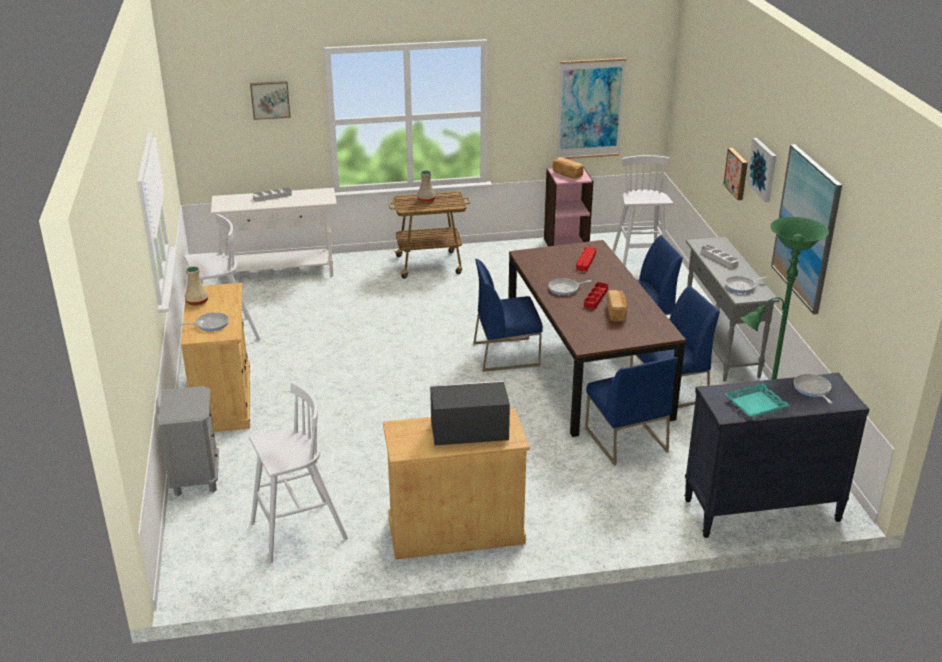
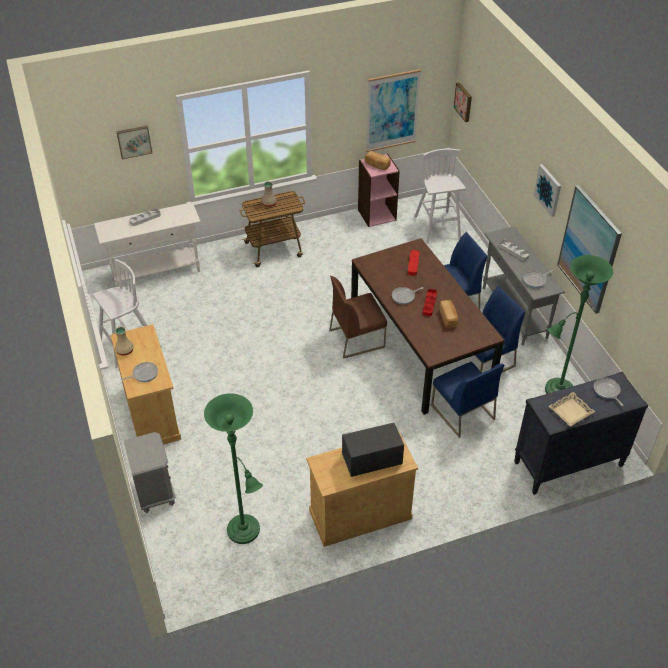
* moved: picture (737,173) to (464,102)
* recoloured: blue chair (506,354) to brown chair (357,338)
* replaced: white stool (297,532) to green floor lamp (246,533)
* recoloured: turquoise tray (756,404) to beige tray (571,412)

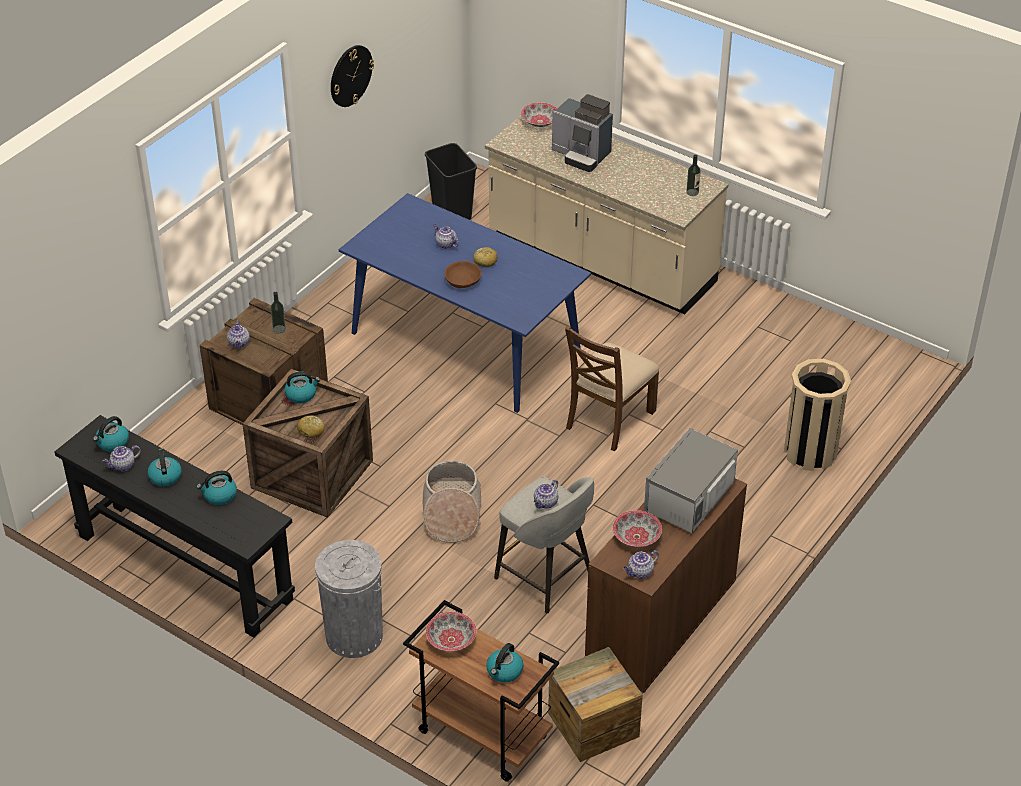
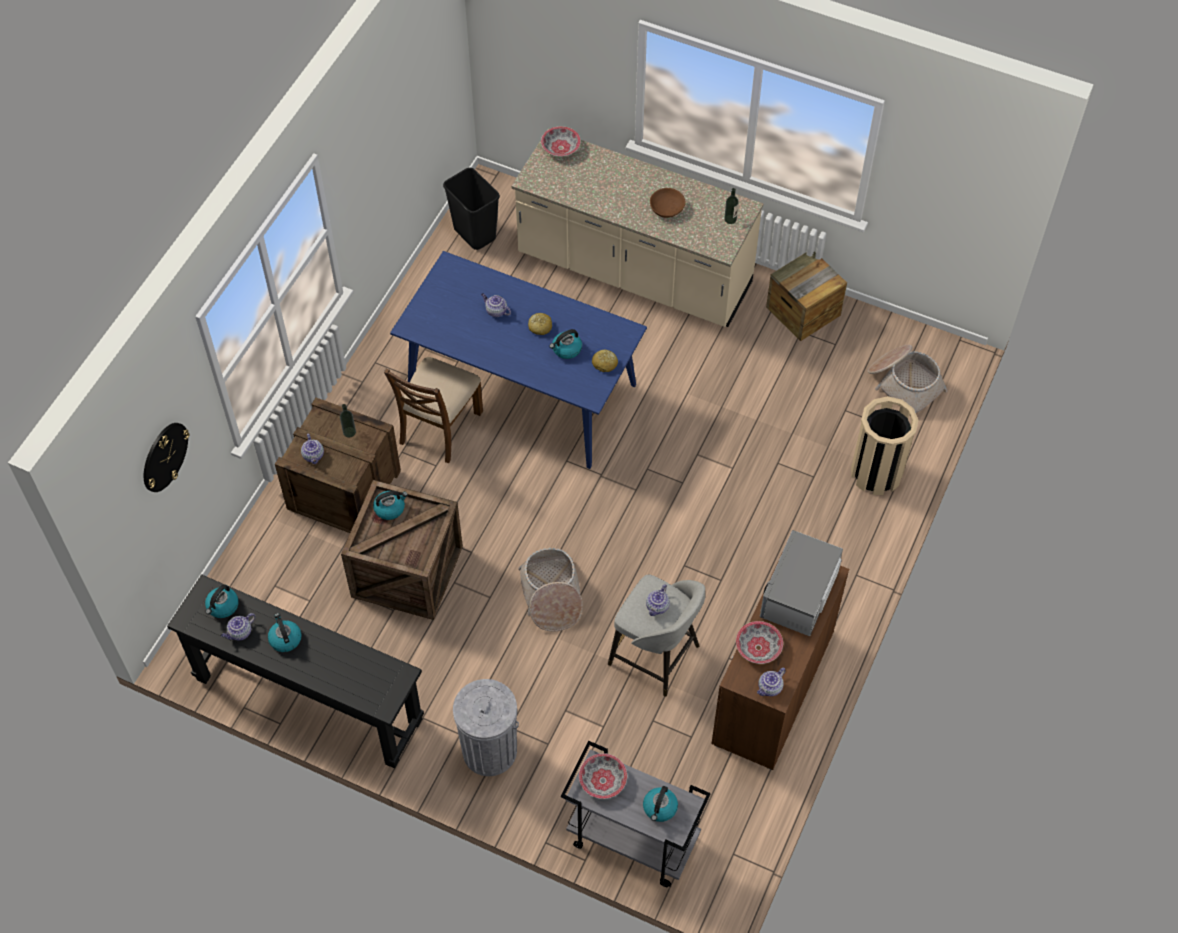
* moved: wall clock (350,75) to (164,456)
* removed: coffee machine (581,155)
* moved: brown bowl (463,281) to (667,208)
* moved: brown chair (609,419) to (439,427)
* moved: bread (311,430) to (605,364)
* moved: kettle (219,495) to (566,349)
* recoloured: brown cart (480,734) to grey cart (631,840)
* moved: crate (593,725) to (803,311)
* added: basket (904,384)

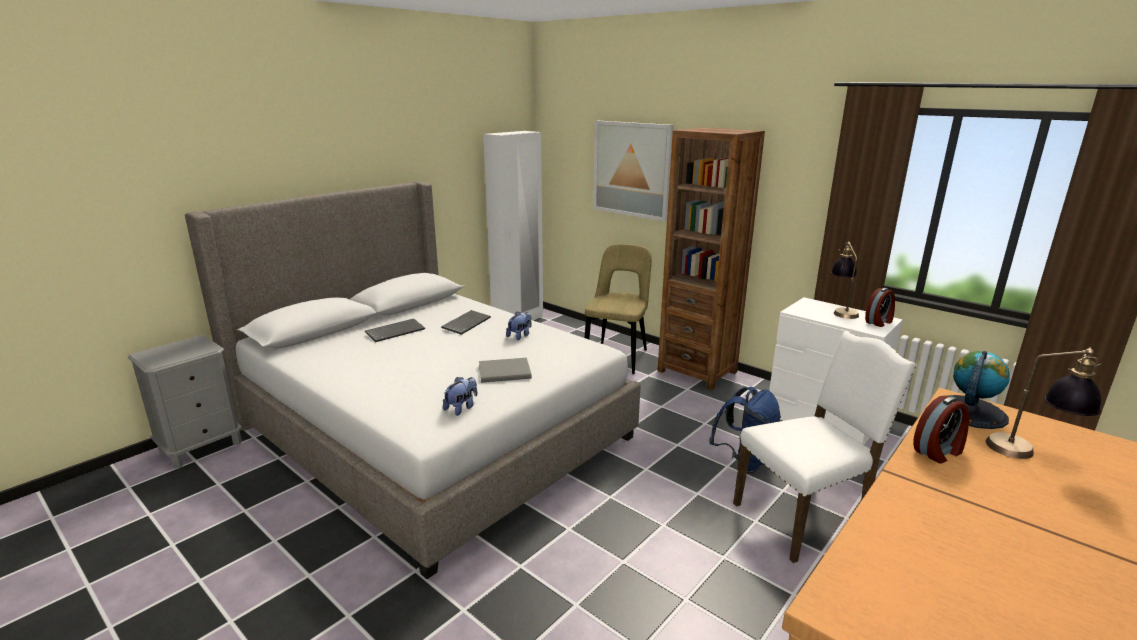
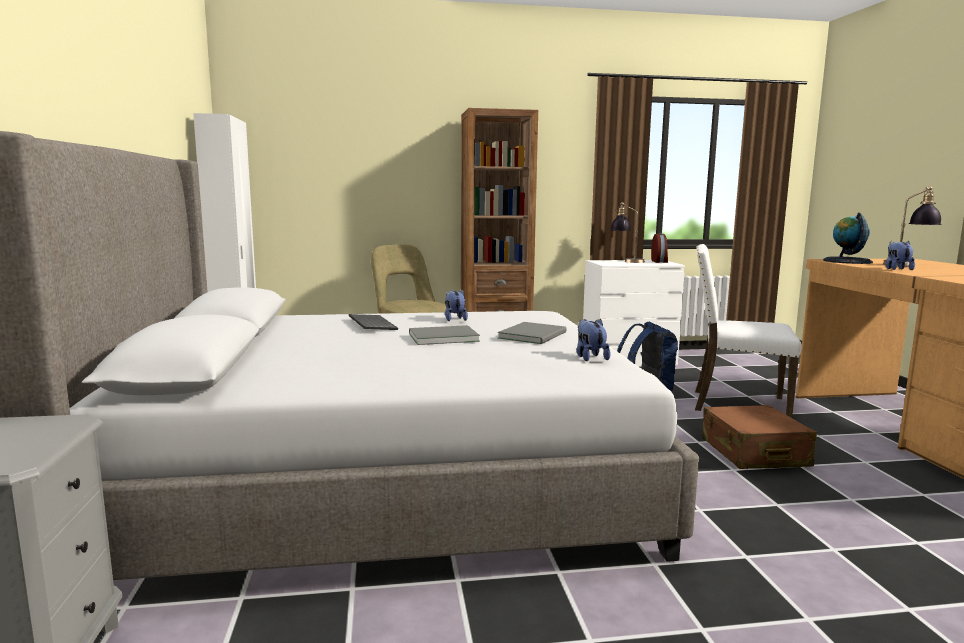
* removed: picture (632,169)
* removed: keyboard (395,331)
* turned: white chair (804,518) = (736,404) 90 degrees counterclockwise
* replaced: alarm clock (938,452) to plush toy (897,269)
* added: grey book (441,337)
* added: brown suitcase (754,453)

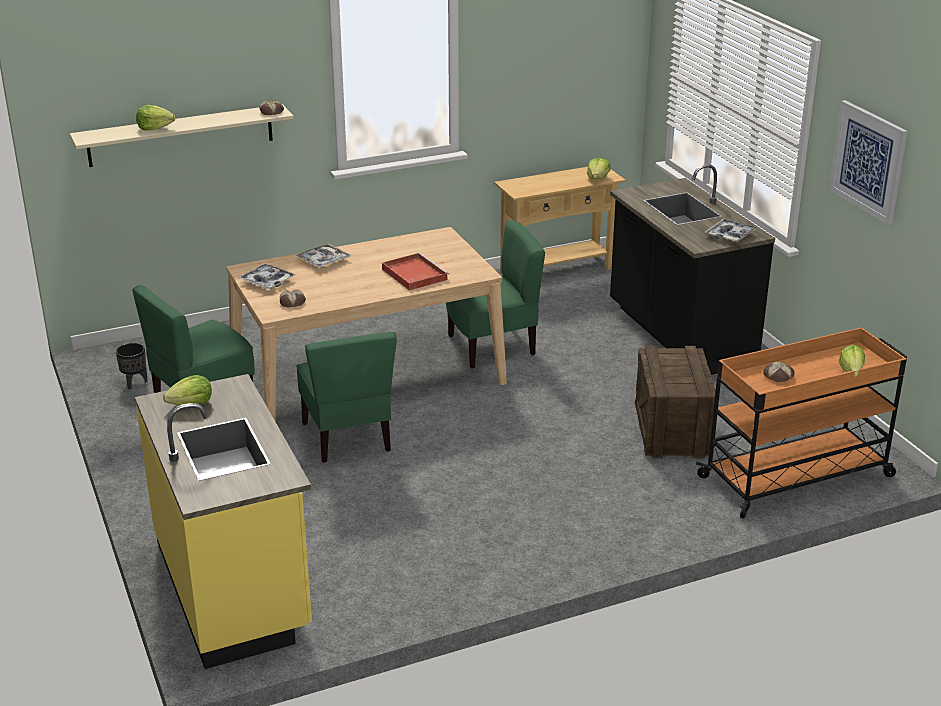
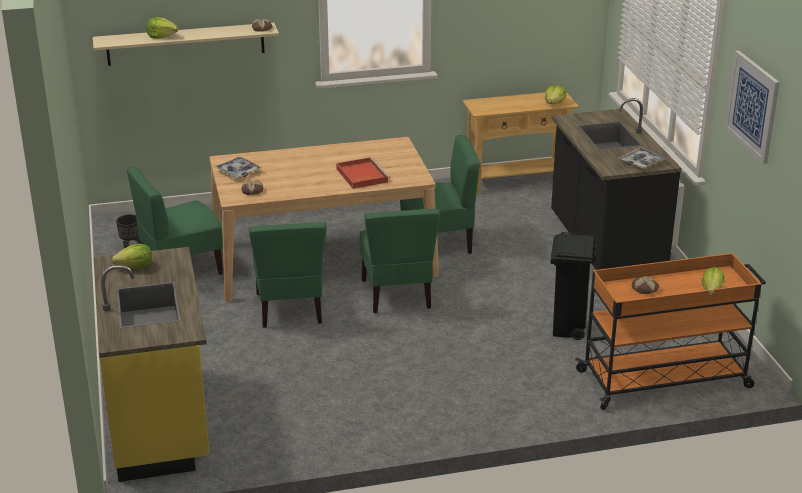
* removed: tray (323,260)
* replaced: crate (672,431) to black trash can (568,330)
* added: green chair (397,294)

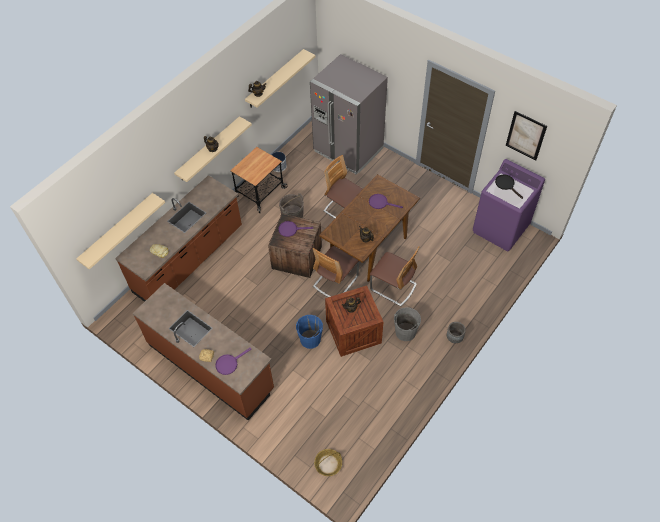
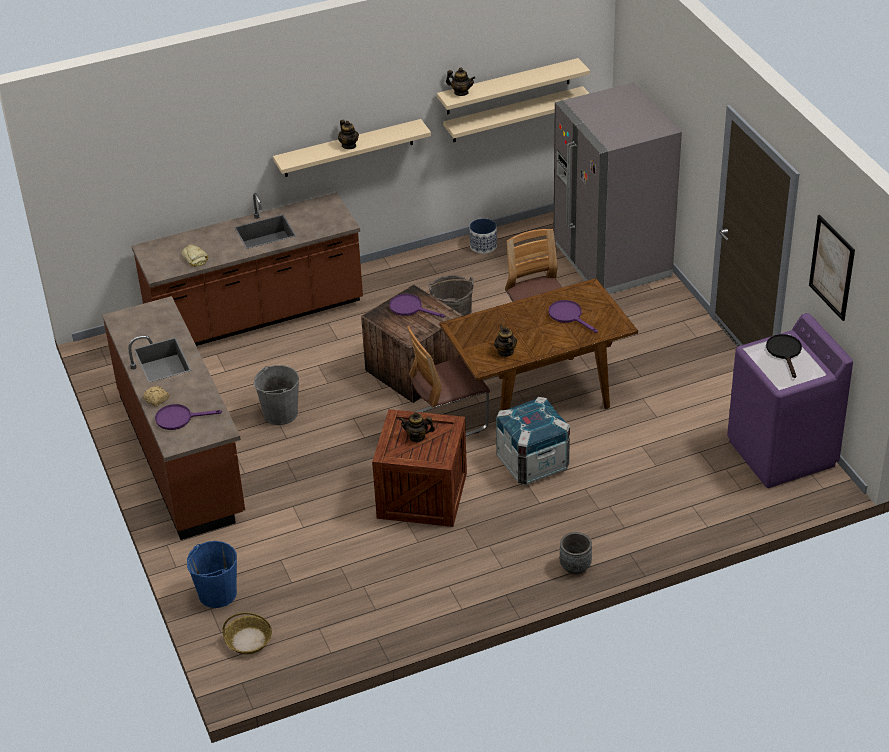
* removed: cart (259,192)
* moved: beige shelf (117,230) to (513,114)
* replaced: chair (393,287) to crate (532,463)
* moved: grey bucket (405,332) to (280,413)
* moved: blue bucket (310,339) to (217,593)

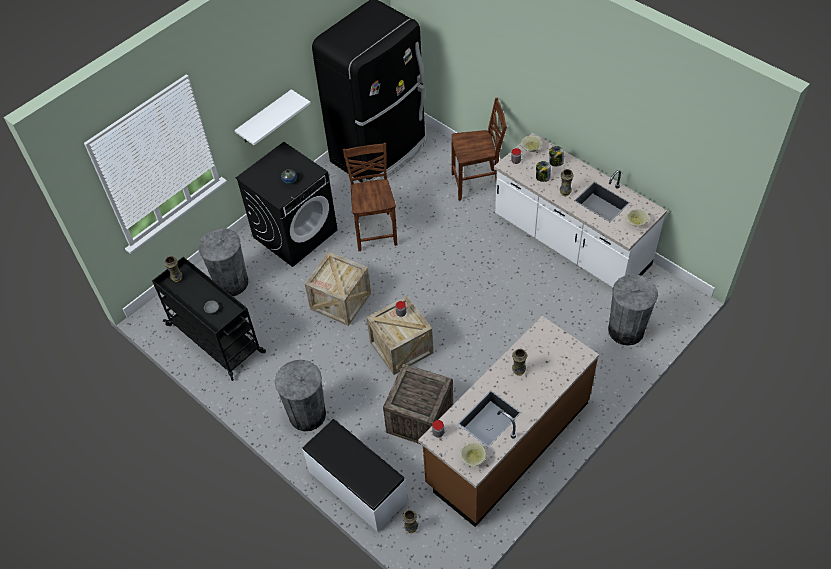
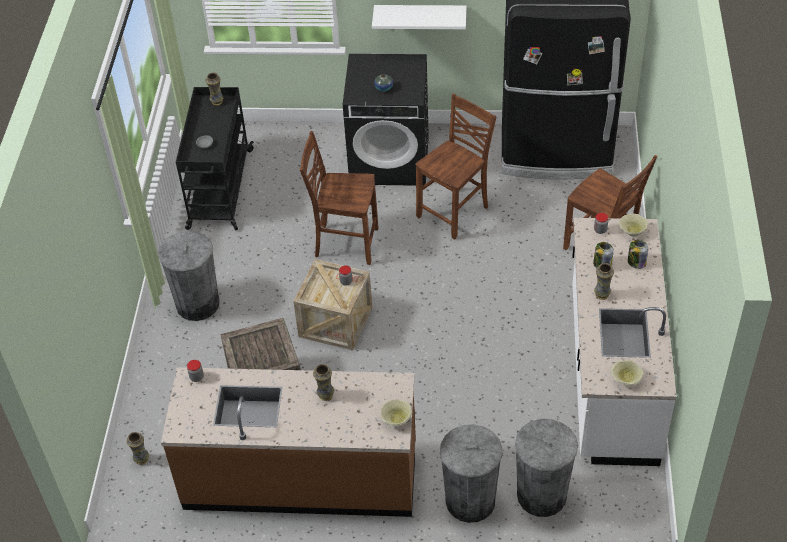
* moved: grey trash can (231,283) to (470,501)
* replaced: crate (340,301) to brown chair (345,243)
* removed: white bench (357,487)
* moved: beige bowl (473,458) to (396,419)

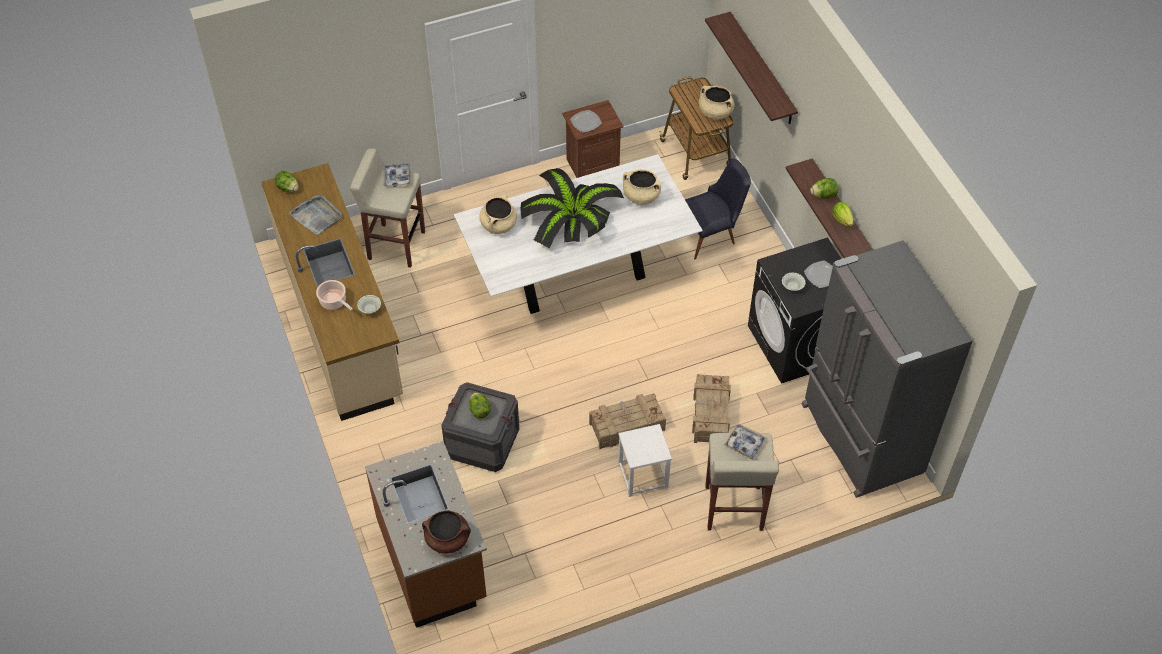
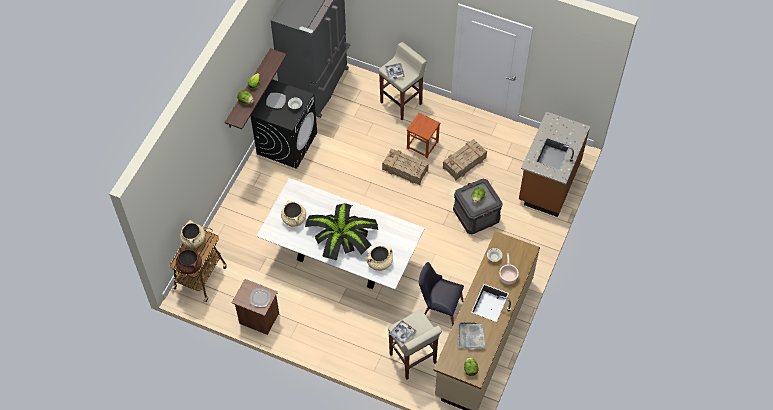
* removed: shelf (762,69)
* moved: black chair (711,235) to (439,307)
* moved: crate (710,415) to (465,163)
* recoloured: white stool (643,476) to brown stool (422,144)
* moved: brown cooking pot (448,539) to (189,266)

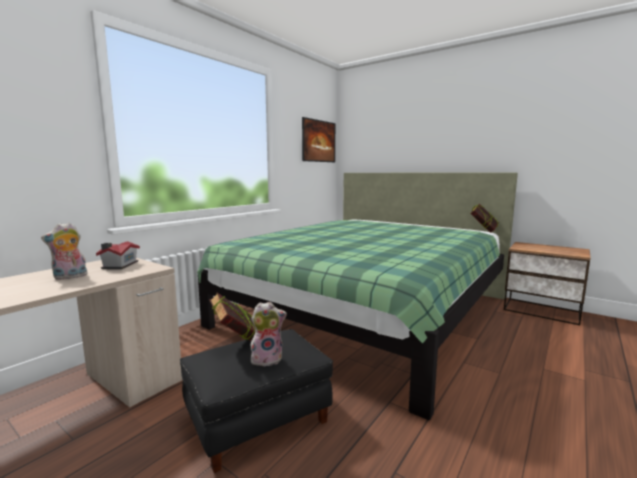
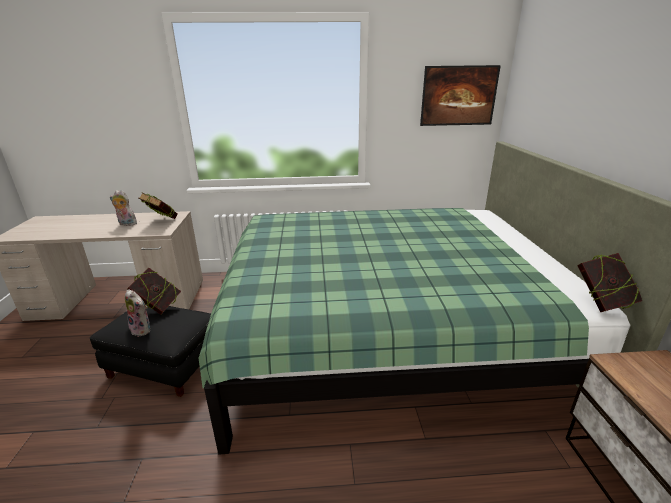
* replaced: toy house (118,265) to book (162,221)

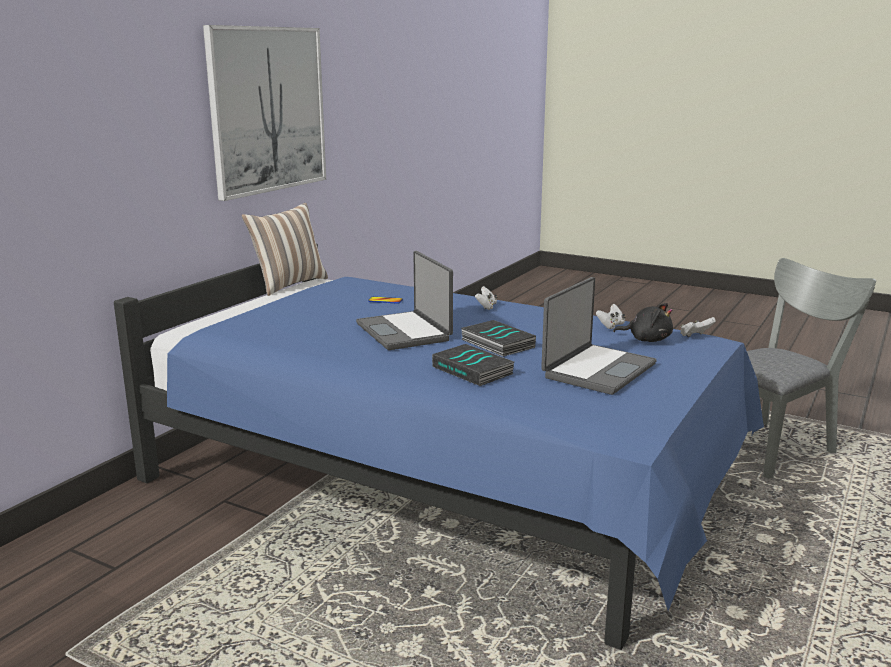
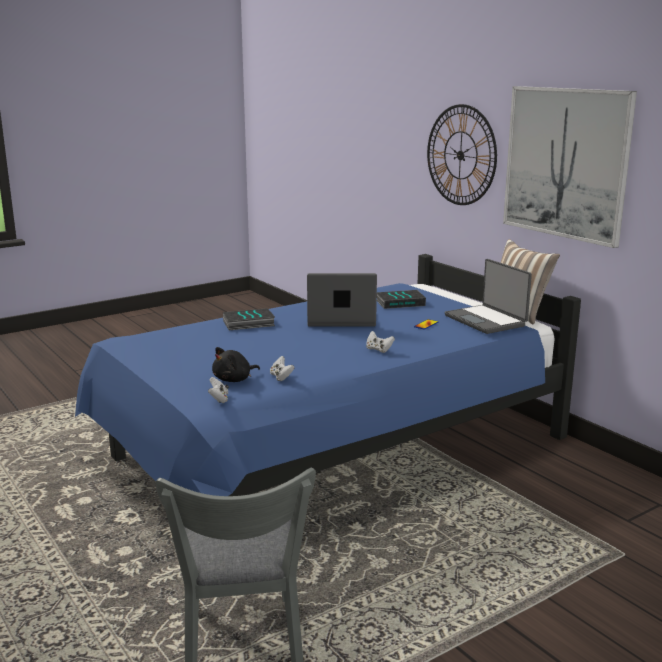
* moved: laptop (597,370) to (486,320)
* moved: book (496,343) to (400,303)
* added: wall clock (460,155)

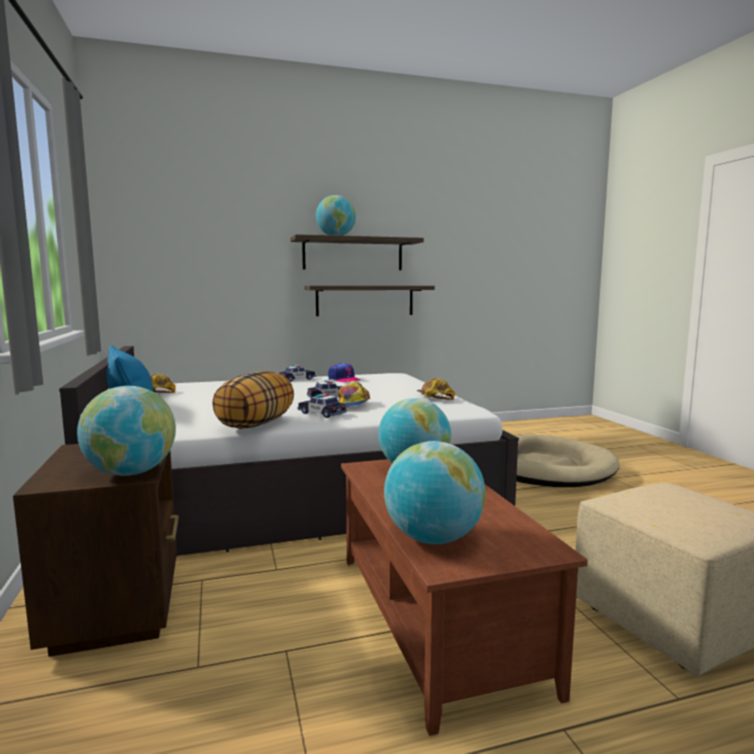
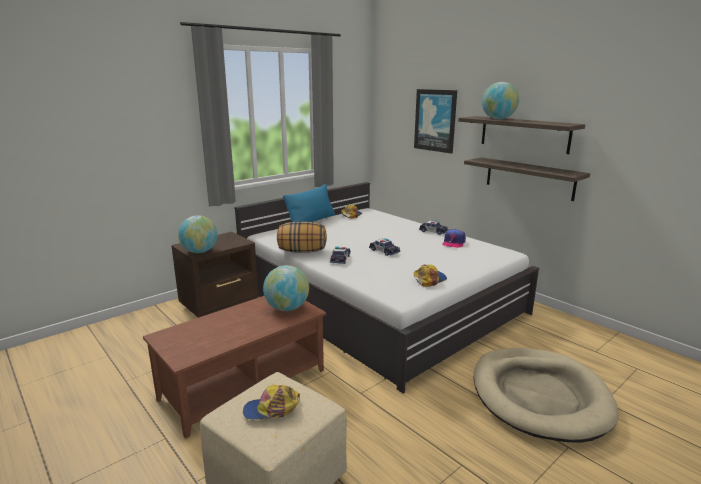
* moved: cap (351,404) to (271,409)
* removed: globe (433,539)
* added: picture (435,120)

